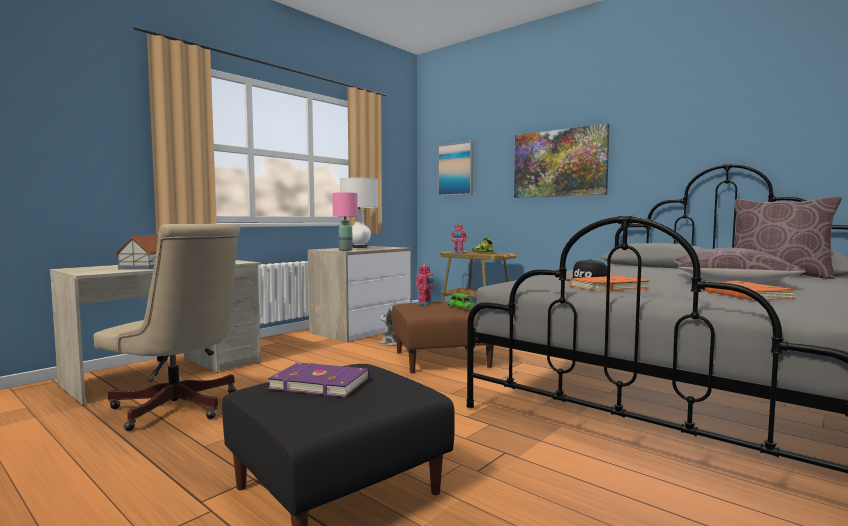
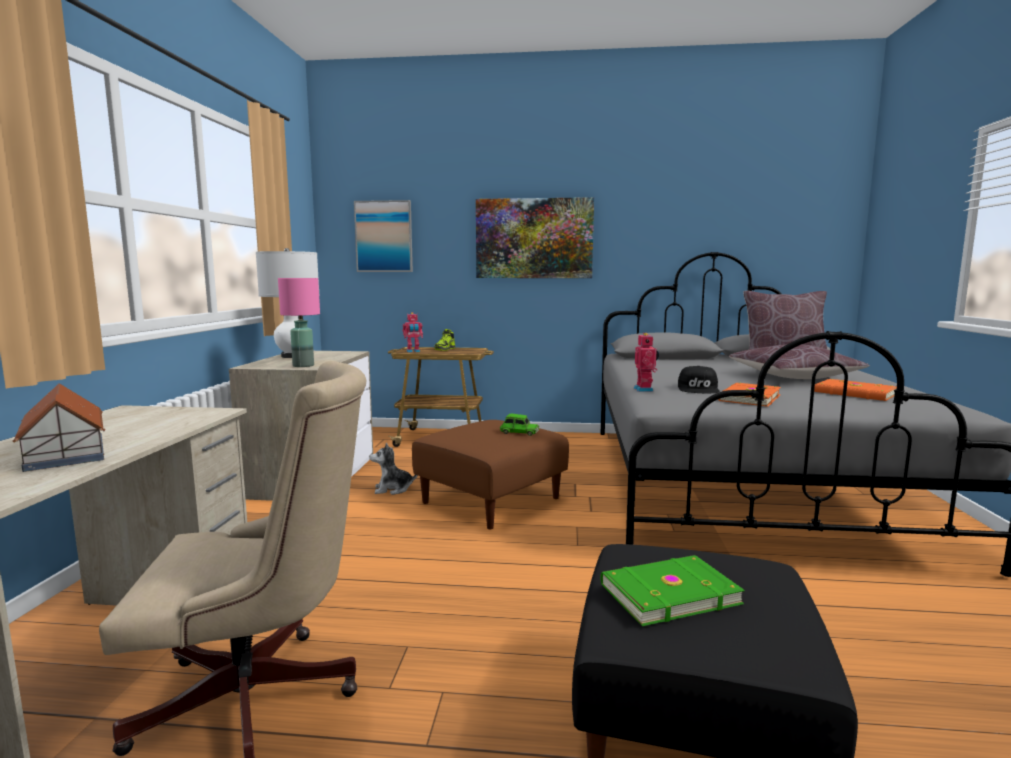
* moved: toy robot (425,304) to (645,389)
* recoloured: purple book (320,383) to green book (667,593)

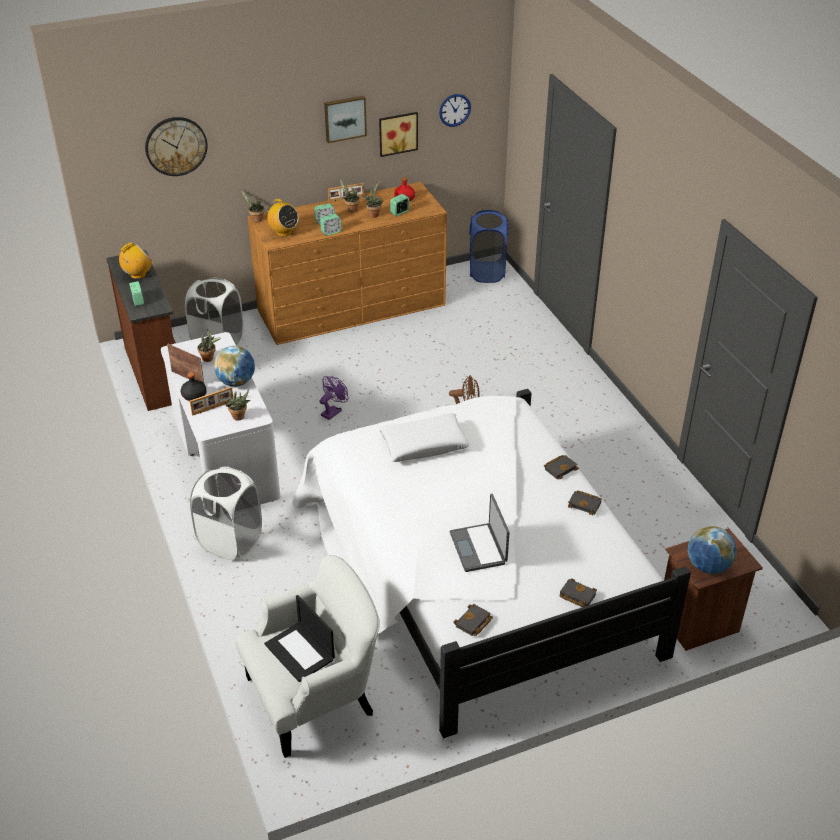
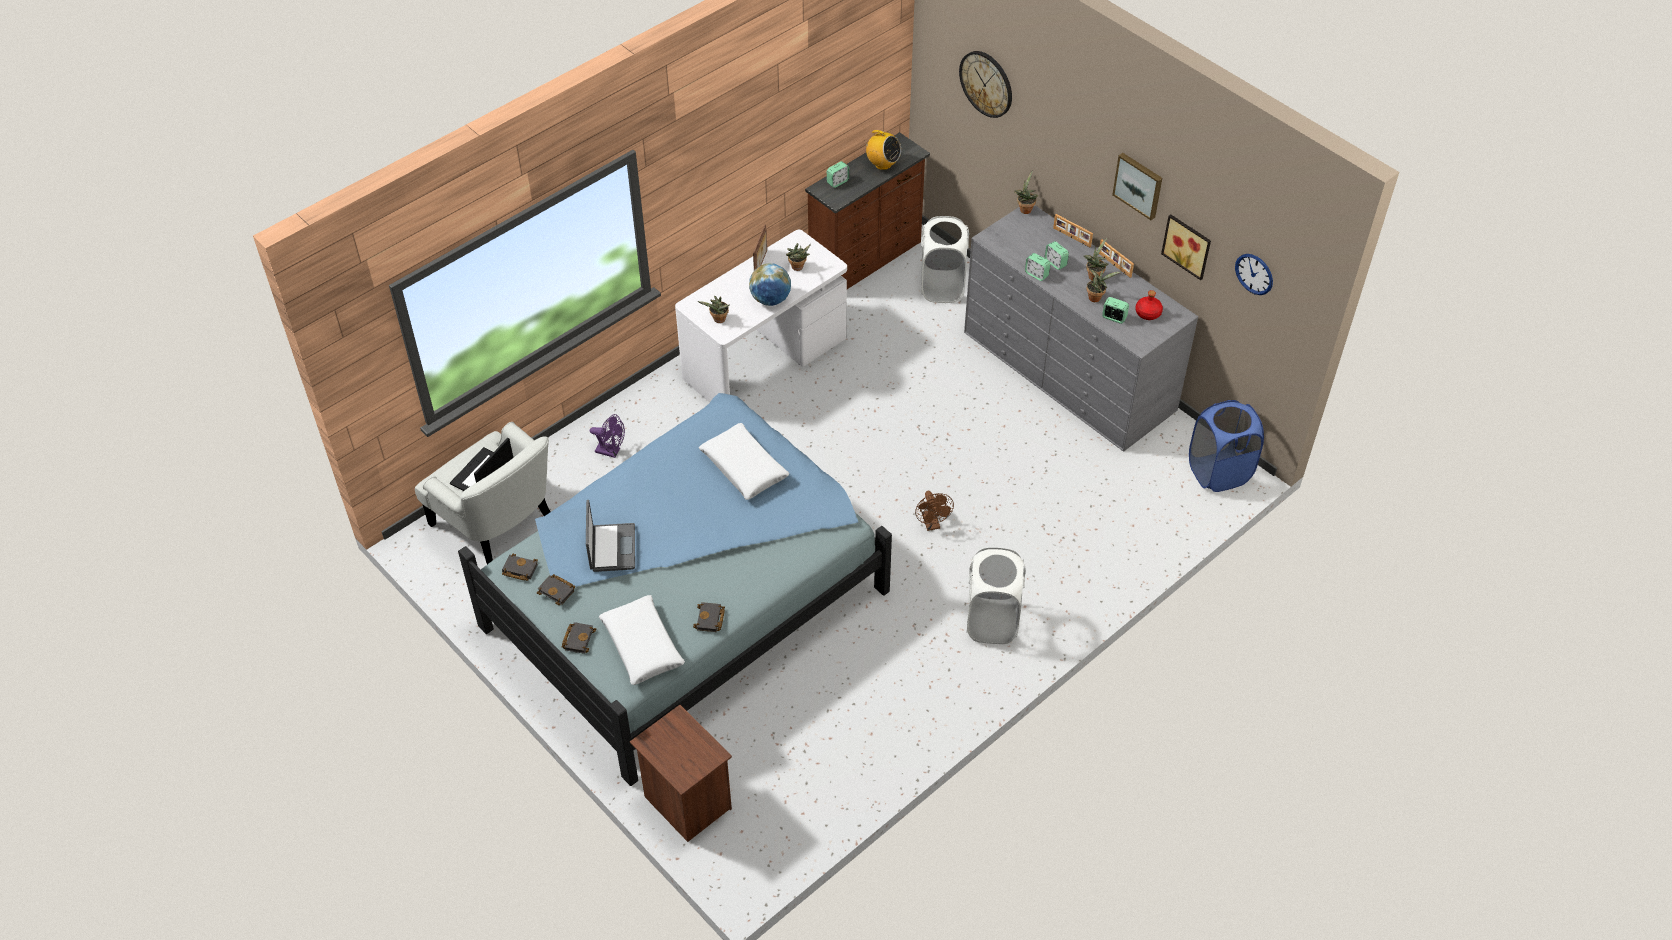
* recoloured: brown dresser (351,307) to grey dresser (1068,371)
* removed: radio (283,232)
* removed: black bottle (194,395)
* moved: purple fan (333,411) to (611,451)
* moved: picture frame (213,408) to (1071,237)
* recoloured: white bed (473,574) to blue bed (685,596)
* moved: black book (560,468) to (558,591)
* moved: white laundry basket (230,541) to (992,621)
* turned: laptop (479,548) = (611,548) 120 degrees clockwise
* removed: globe (708,566)
* added: white pillow (642,646)

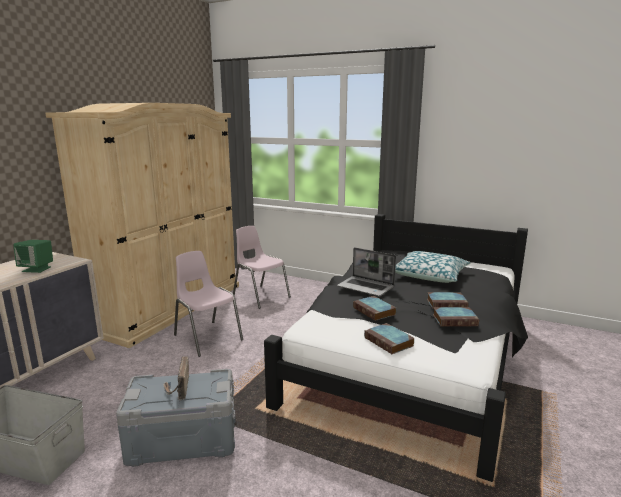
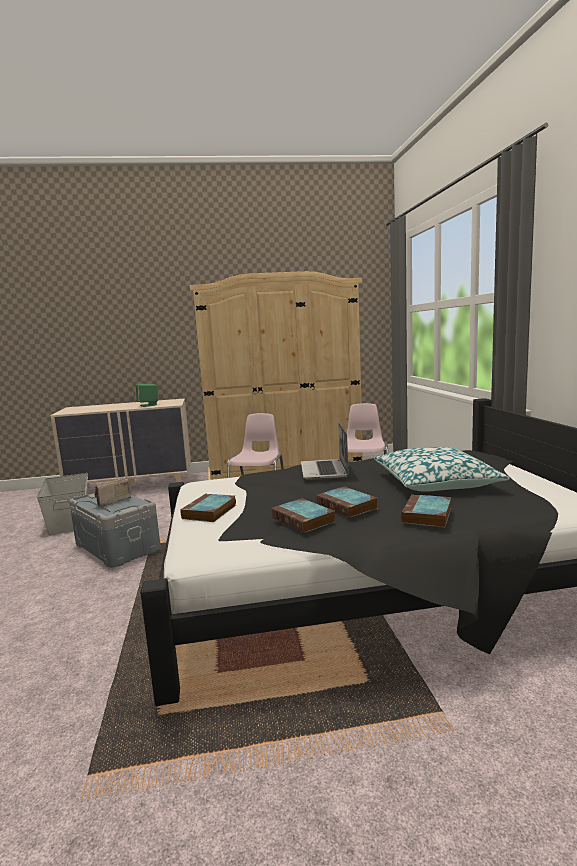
* moved: book (375,311) to (427,515)

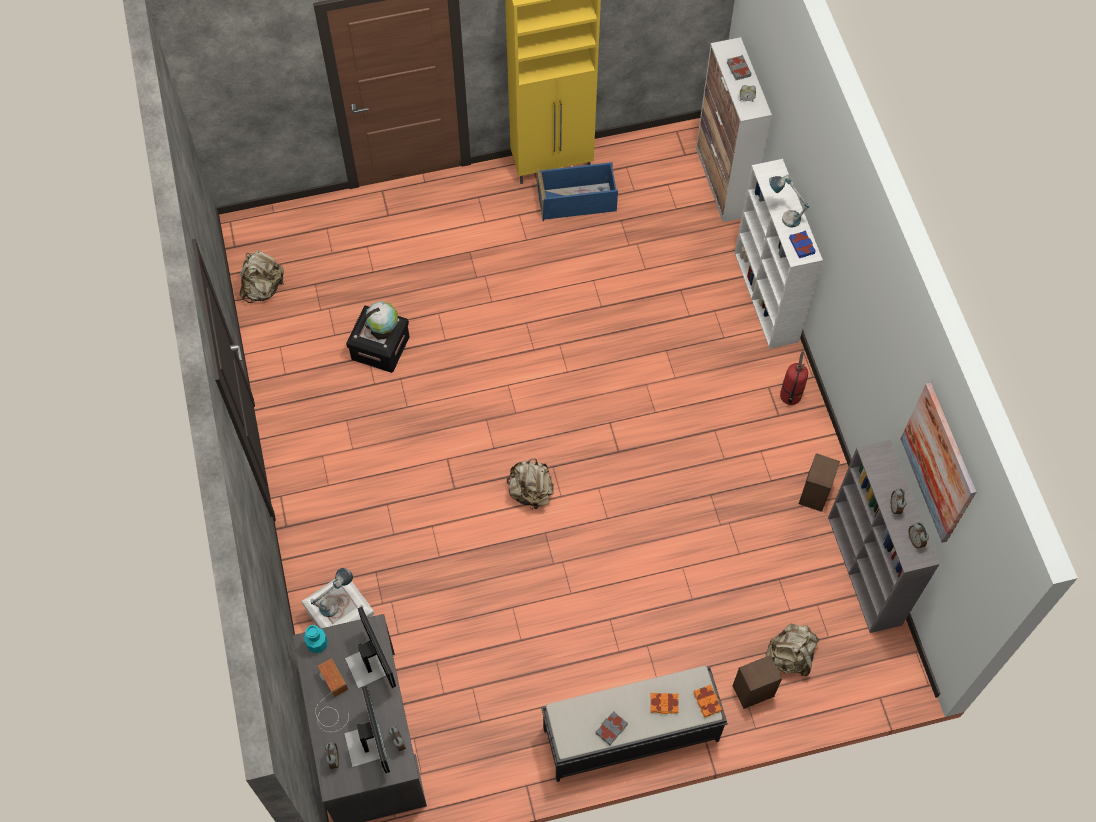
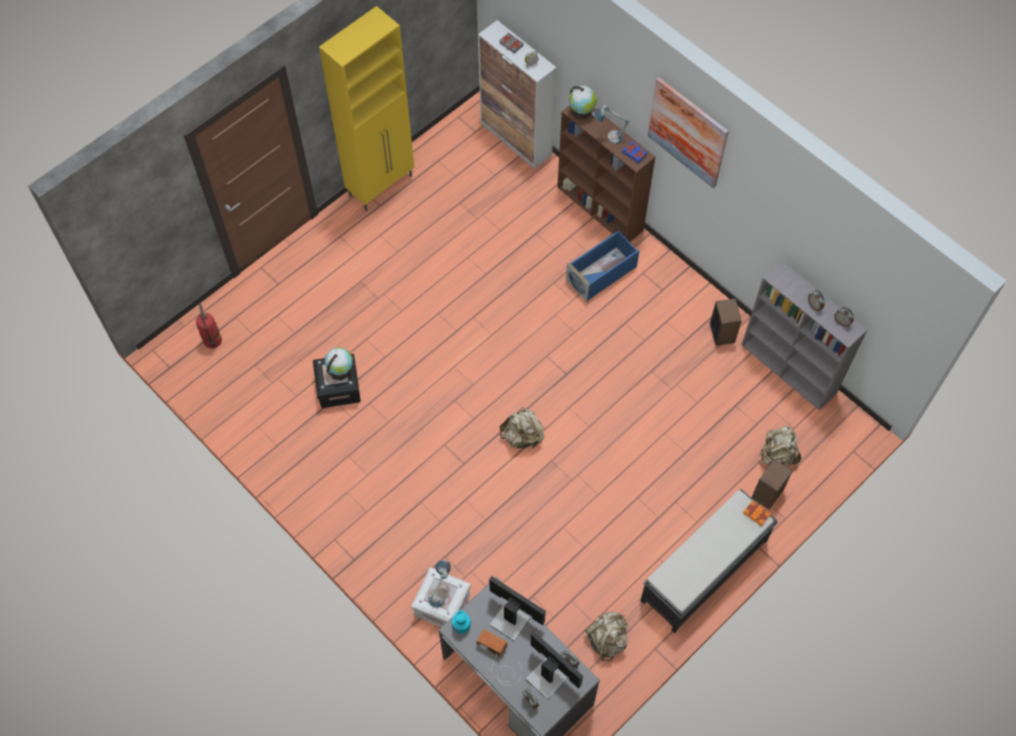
* recoloured: white bookcase (766,297) to brown bookcase (601,209)
* moved: blue storage box (577,201) to (602,273)
* moved: beige backpack (263,288) to (607,639)
* moved: fire extinguisher (790,396) to (212,341)
* moved: picture (939,463) to (688,132)
* removed: orange book (664,704)
* removed: grey book (611,729)
* added: globe (581,112)

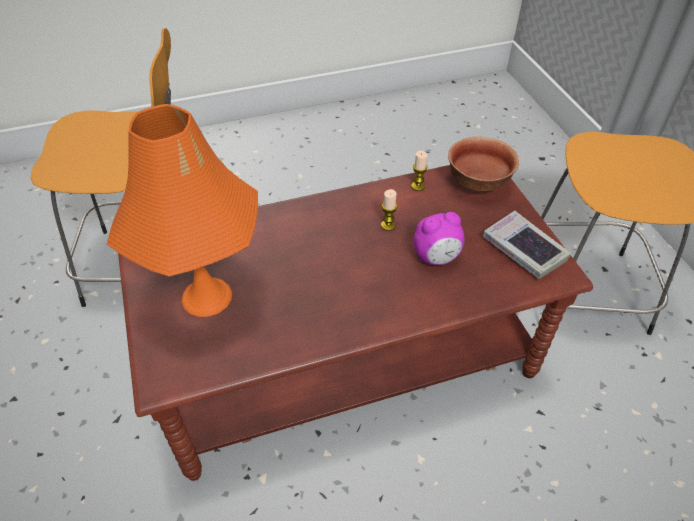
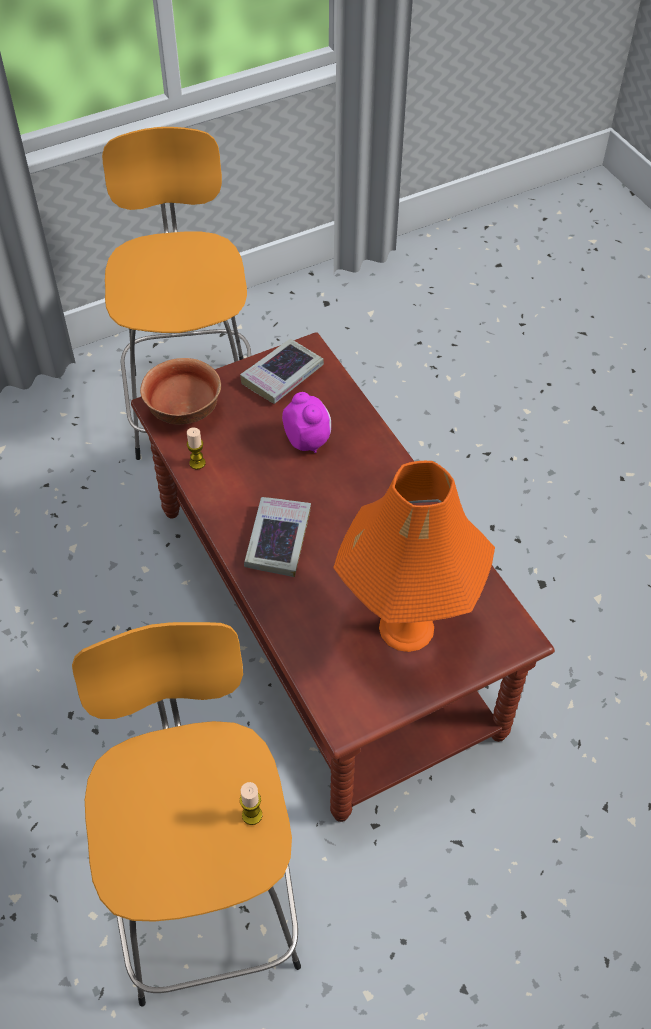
* moved: candle (388,225) to (252,815)
* added: book (278,540)

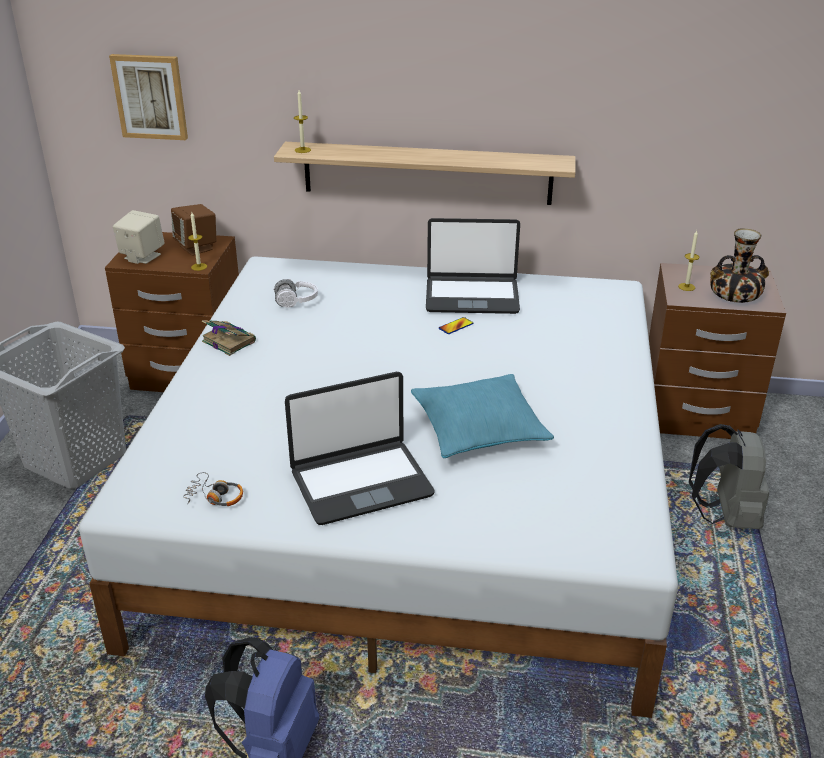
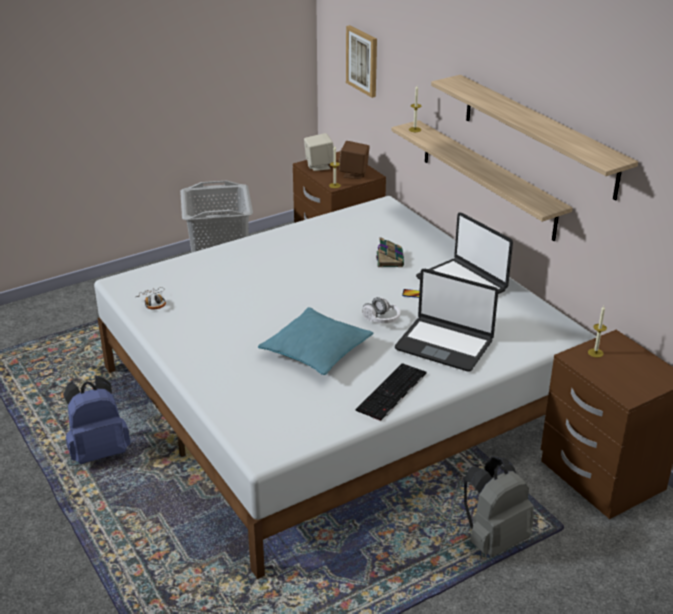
* removed: vase (735,295)
* moved: white headphones (296,302) to (381,319)
* moved: book (228,341) to (389,259)
* moved: laptop (361,482) to (444,344)
* added: shelf (538,135)
* added: keyboard (392,392)

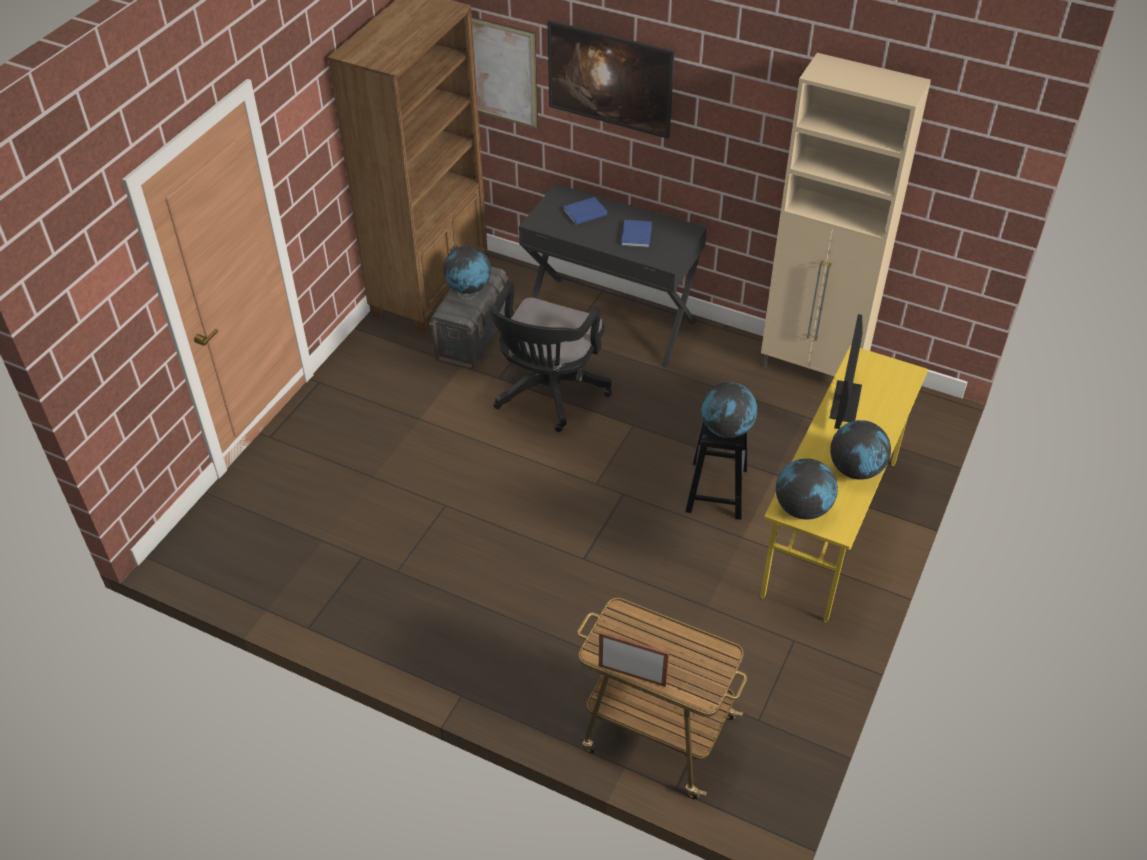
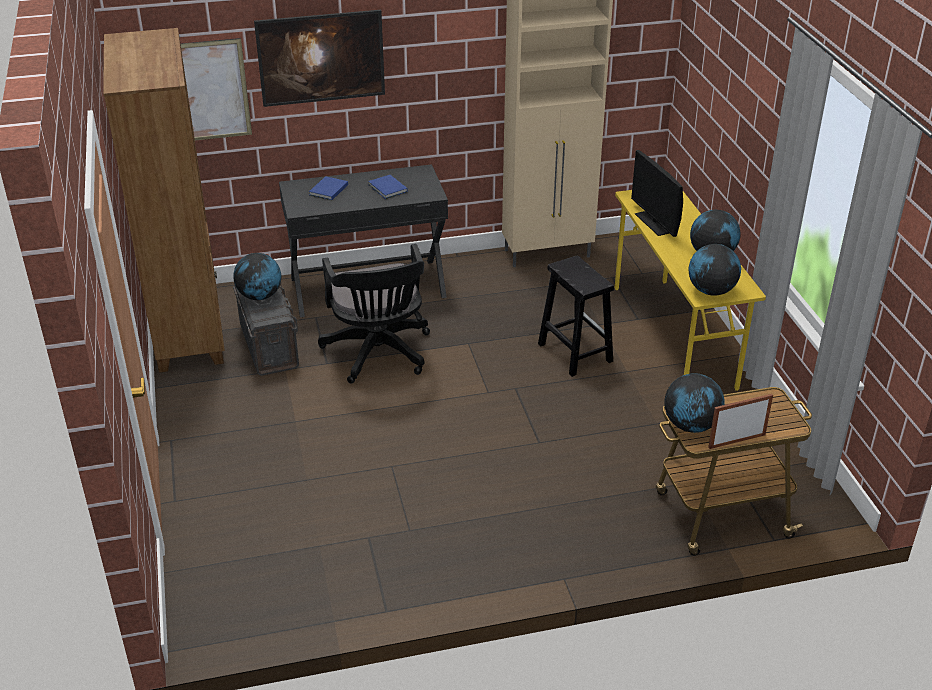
* moved: globe (727,429) to (691,425)

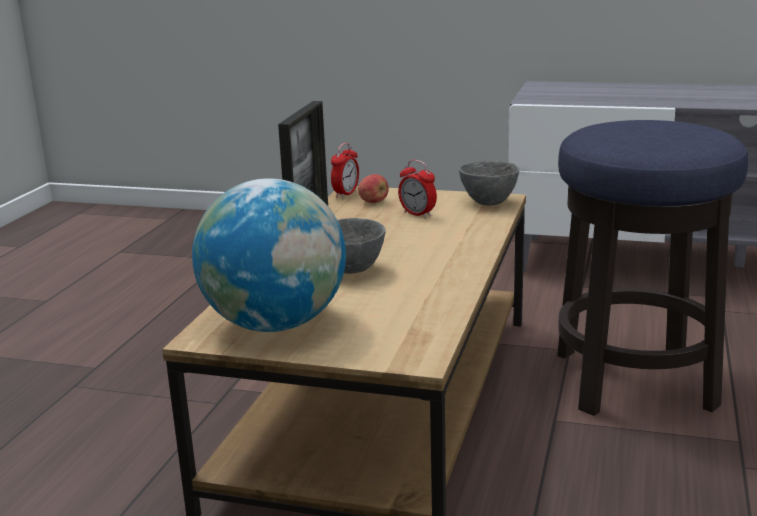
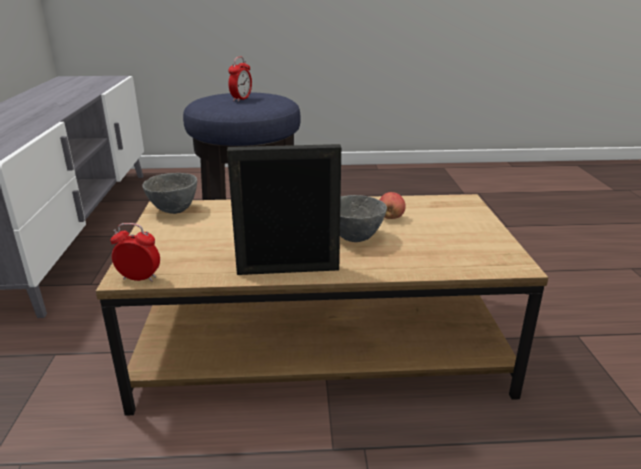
* moved: alarm clock (417,214) to (241,99)
* moved: apple (374,202) to (390,217)
* removed: globe (275,324)

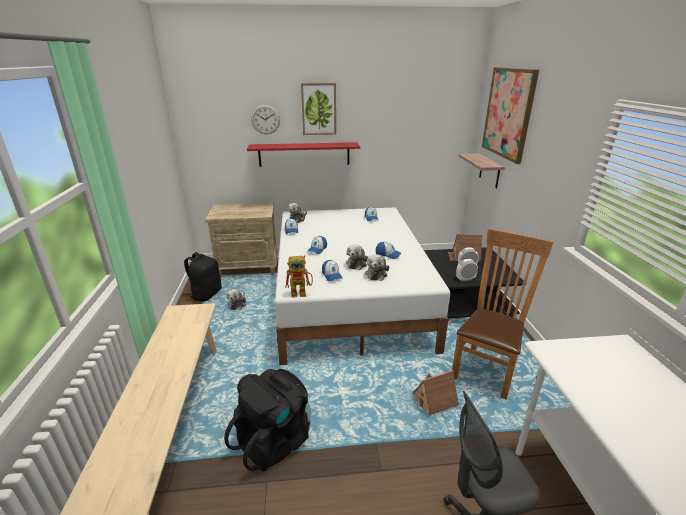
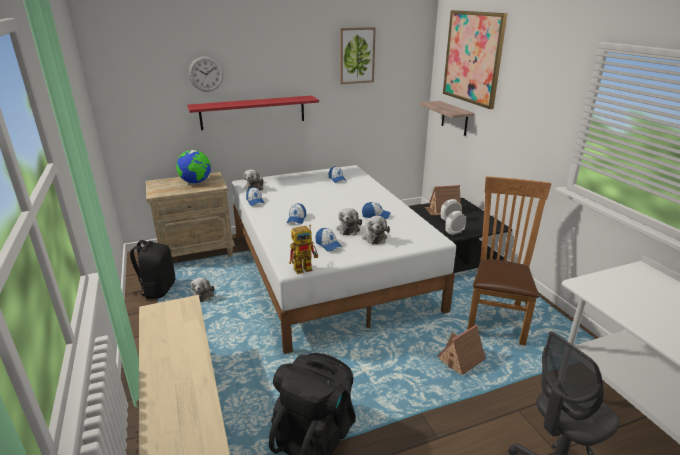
* moved: picture (319,109) to (356,55)
* added: globe (196,182)

